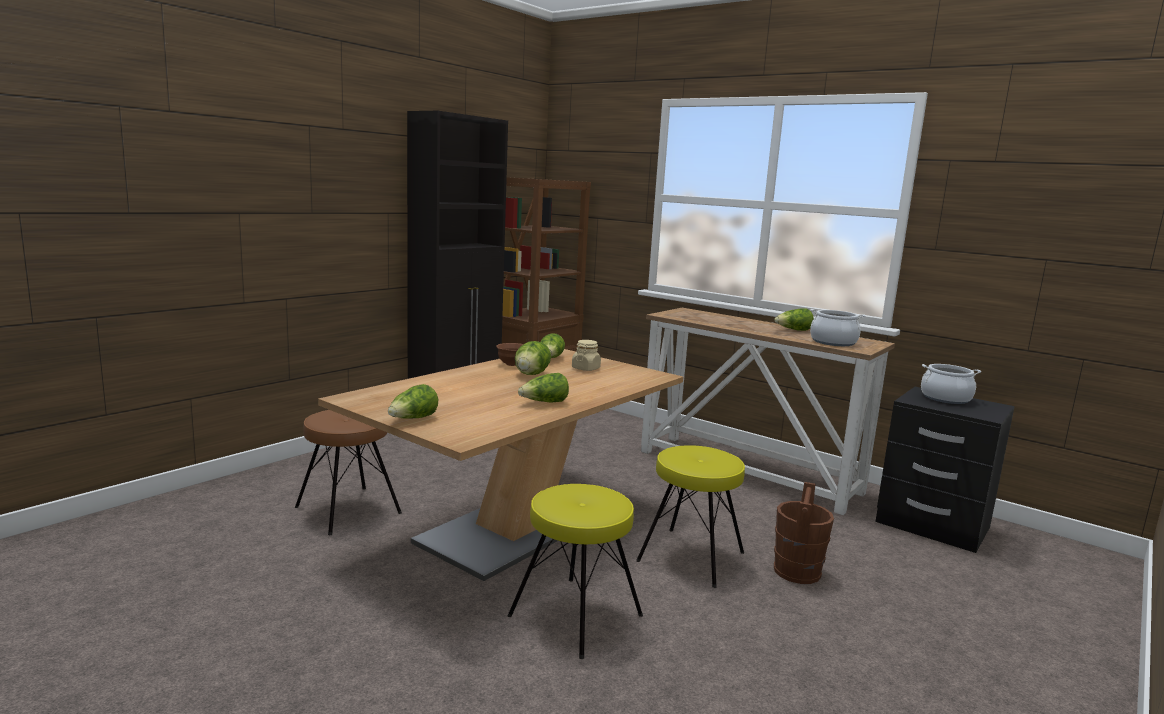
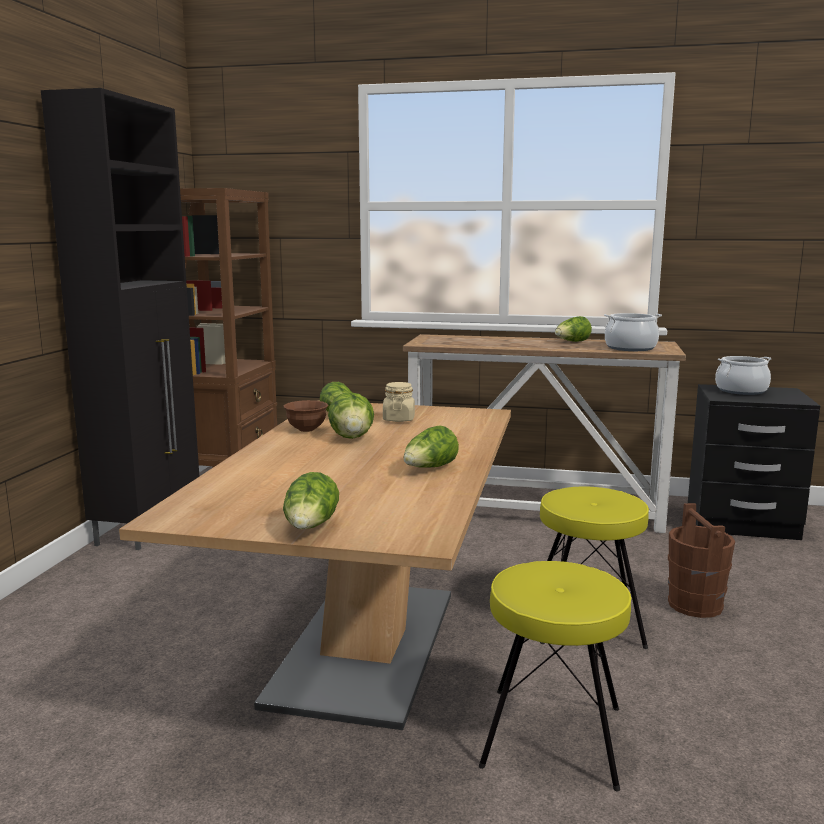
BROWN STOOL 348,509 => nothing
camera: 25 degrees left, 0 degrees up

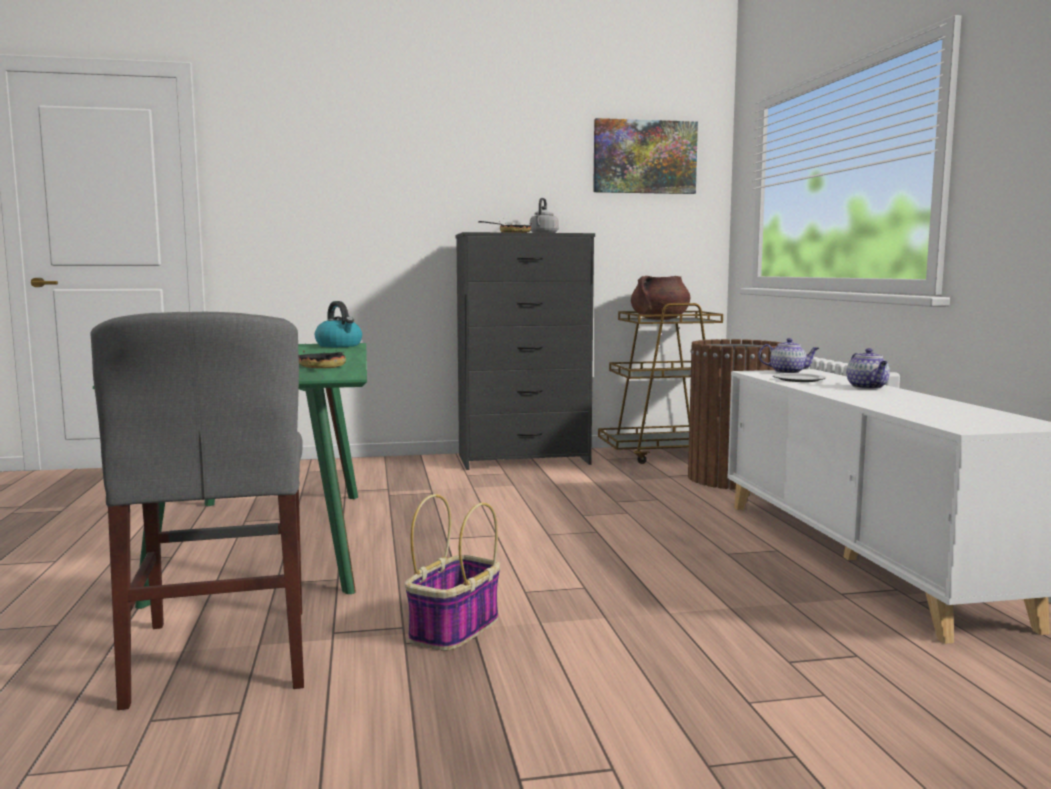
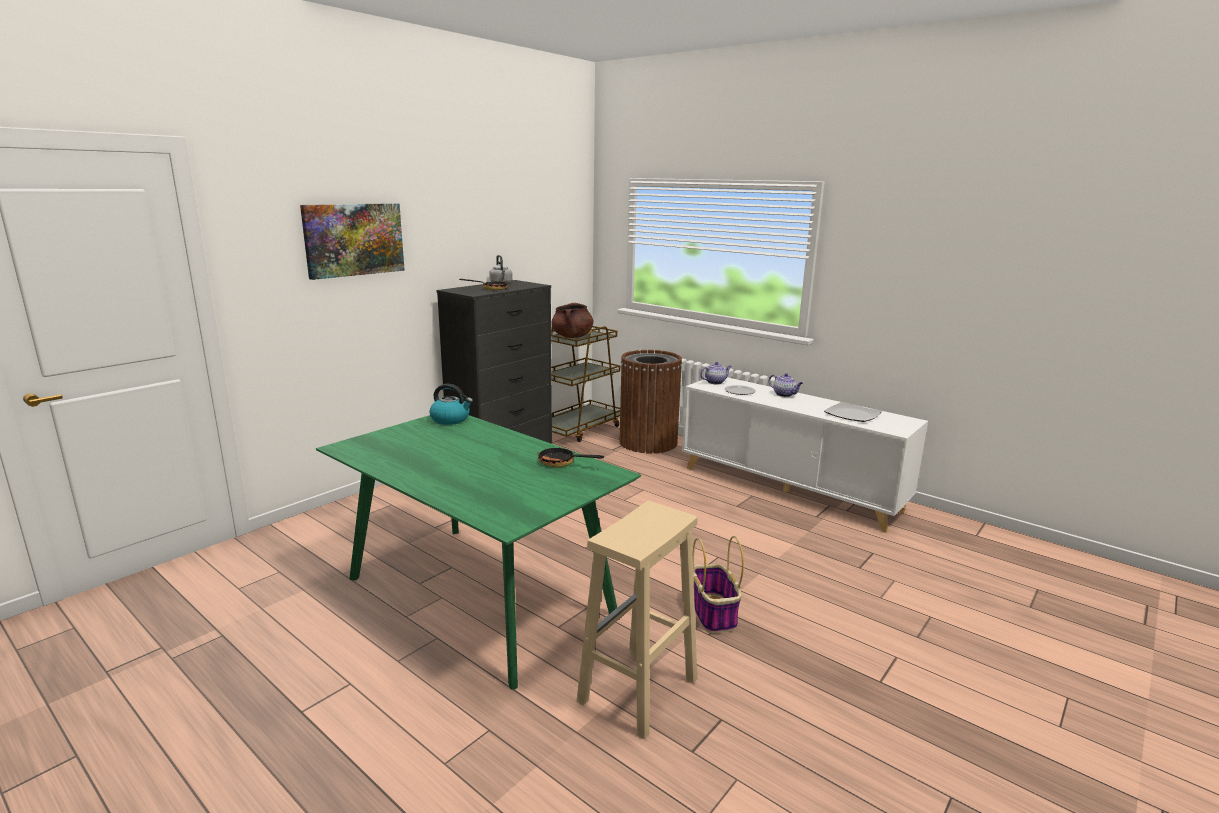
PICTURE 644,157 => PICTURE 354,239, move
GREY CHAIR 222,654 => BEIGE STOOL 637,691
nothing => PLATE 852,414
camera: 40 degrees left, 10 degrees up

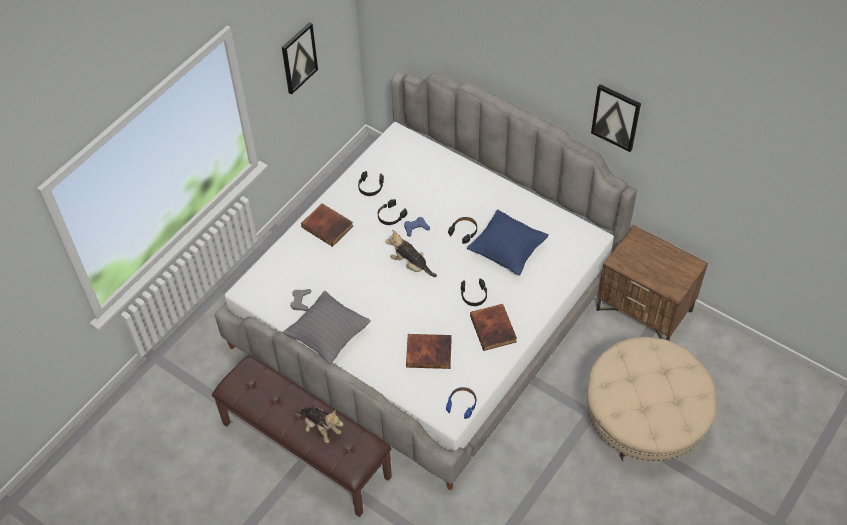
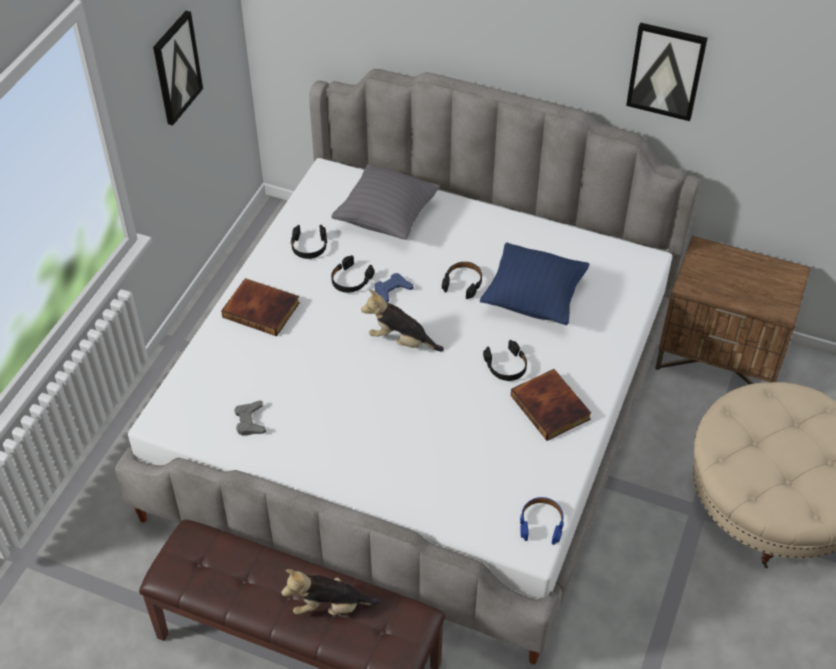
GREY PILLOW 328,336 => GREY PILLOW 386,218, move
BOOK 429,352 => nothing
PLUSH TOY 321,428 => PLUSH TOY 329,606, 150 degrees clockwise
camera: 15 degrees left, 5 degrees down

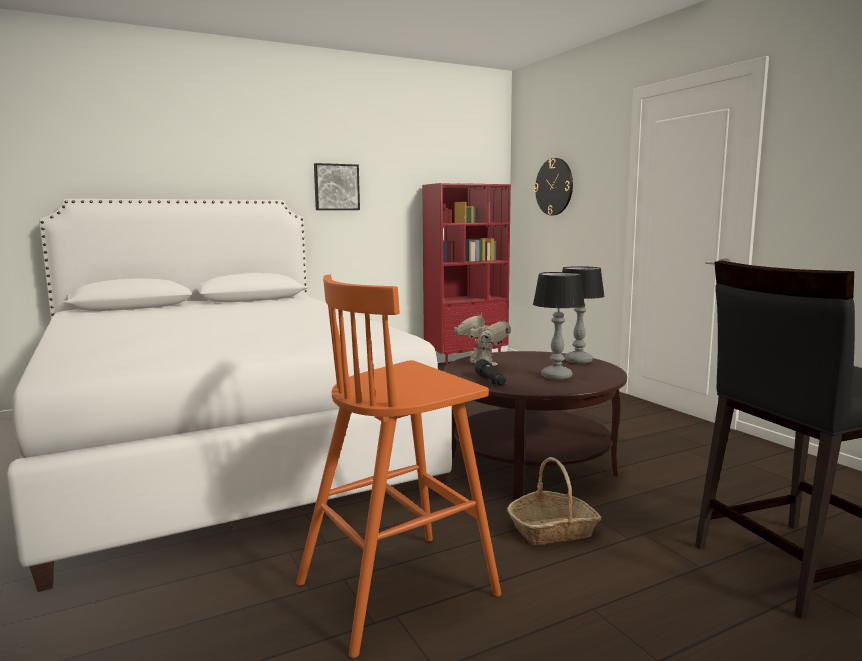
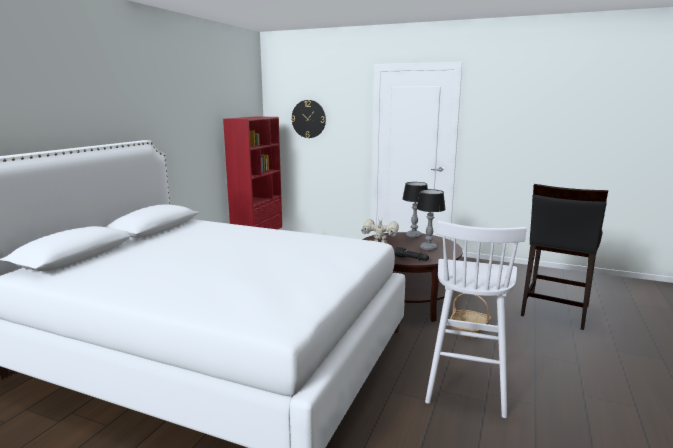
PICTURE 336,187 => nothing
ORANGE STOOL 400,588 => WHITE STOOL 466,382
camera: 40 degrees left, 5 degrees up

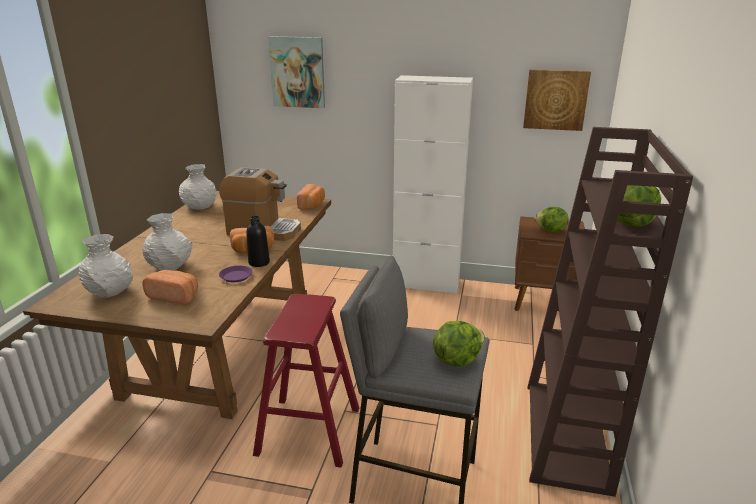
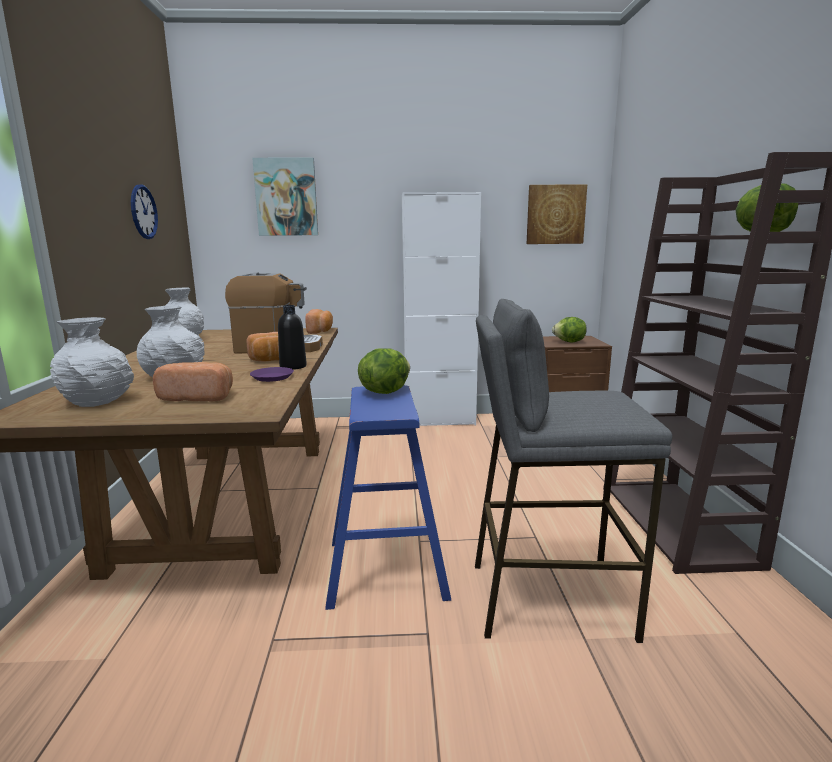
RED STOOL 308,431 => BLUE STOOL 386,569
LETTUCE 456,359 => LETTUCE 384,391, move
nothing => WALL CLOCK 143,212
camera: 15 degrees left, 10 degrees down

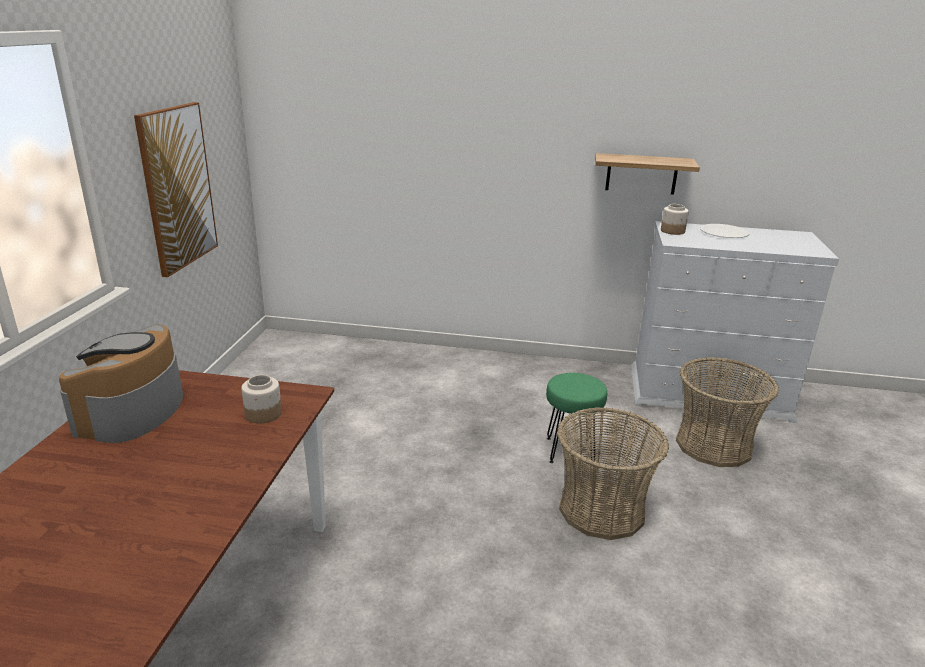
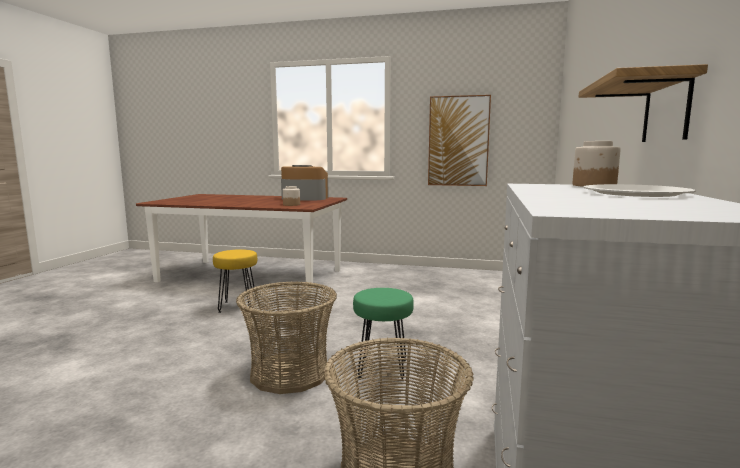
nothing => YELLOW STOOL 237,306
camera: 95 degrees right, 15 degrees down

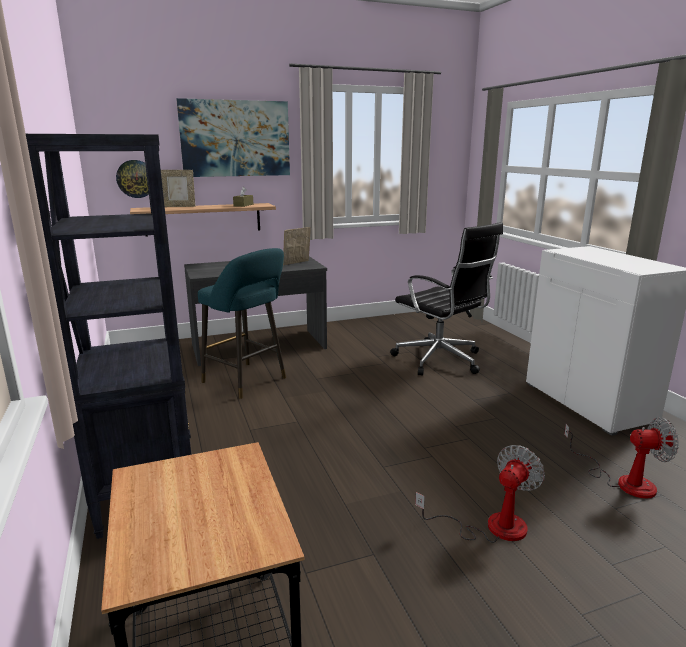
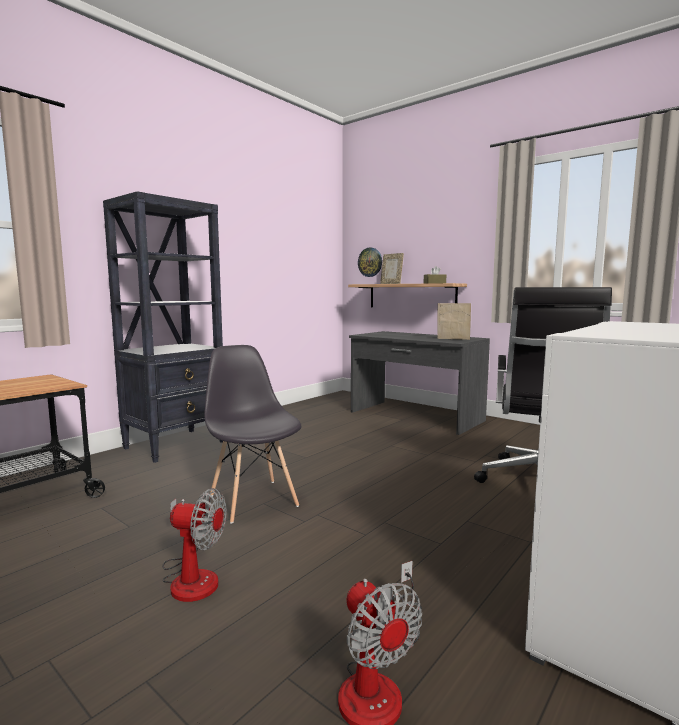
PICTURE 235,138 => nothing
TURQUOISE STOOL 247,381 => nothing
nothing => GREY CHAIR 253,500
camera: 60 degrees right, 10 degrees down

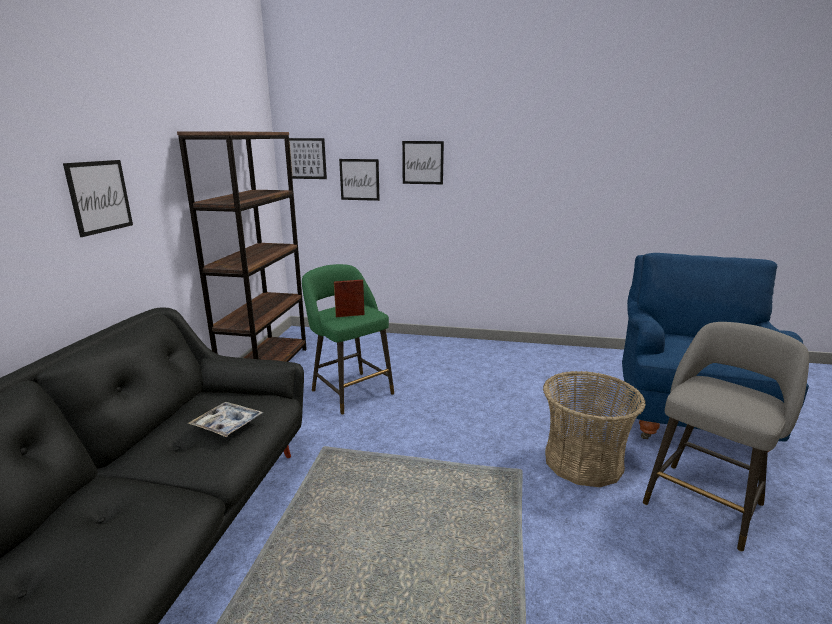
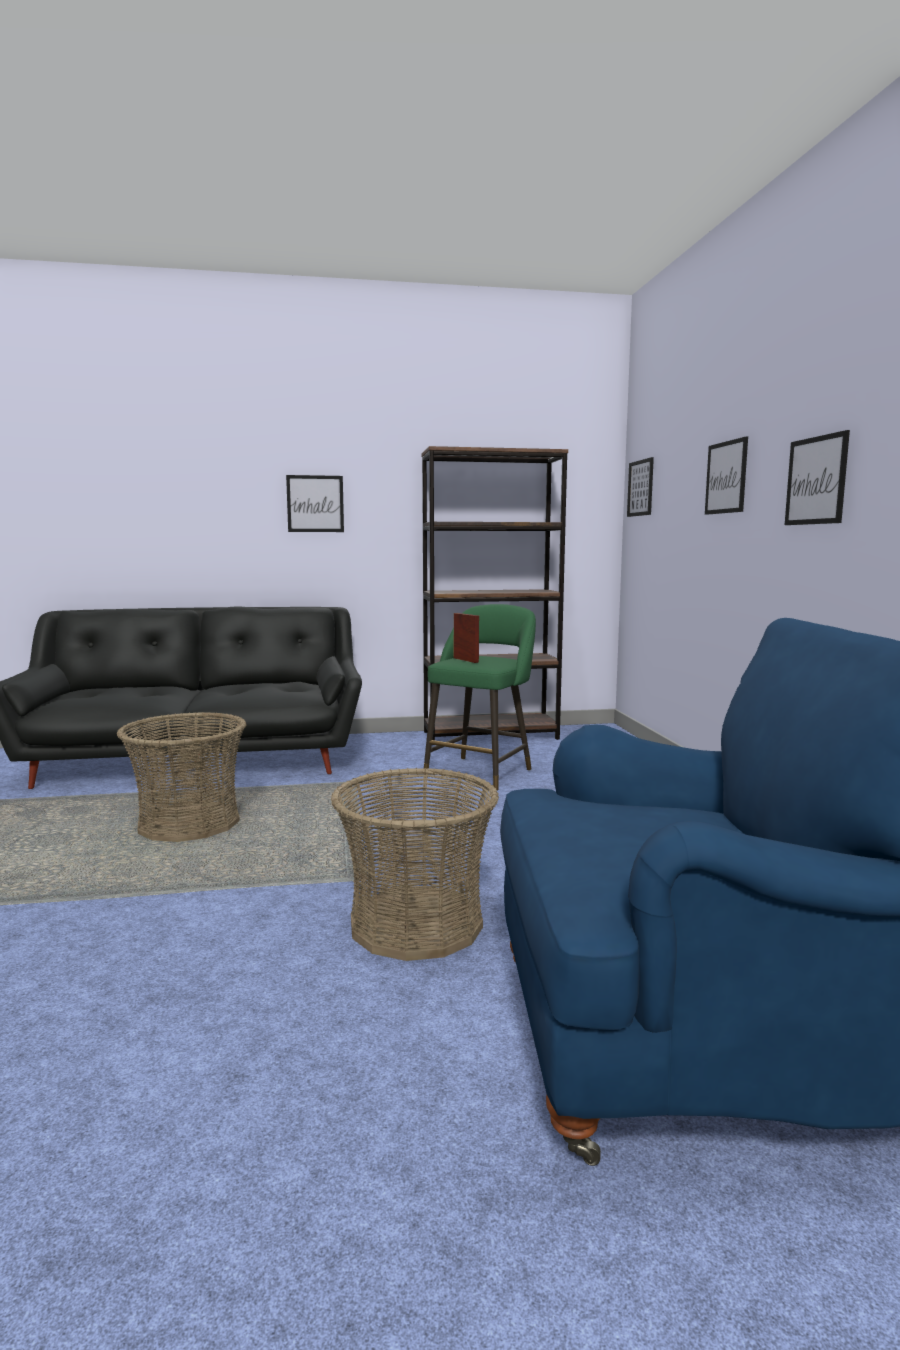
PICTURE 359,179 => PICTURE 816,480, move
GREY STOOL 705,501 => nothing
TRAY 227,424 => nothing
nothing => BASKET 189,824
camera: 70 degrees right, 10 degrees down

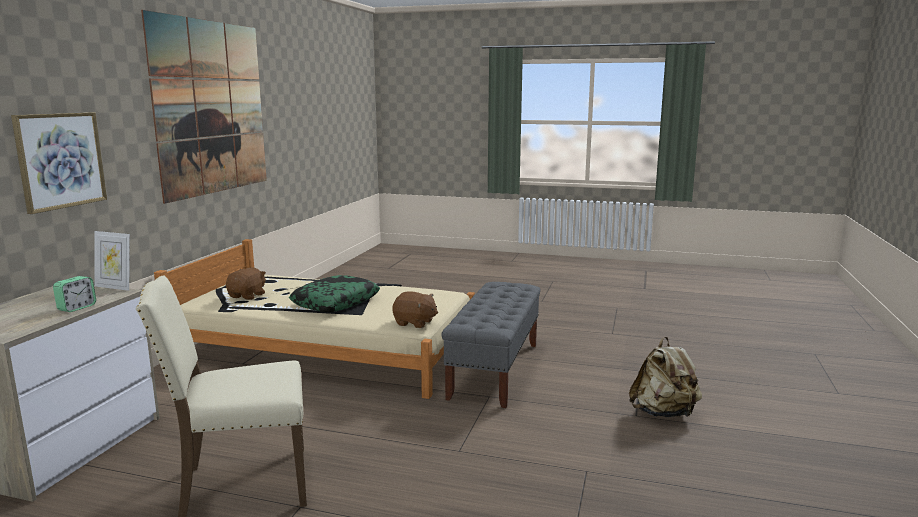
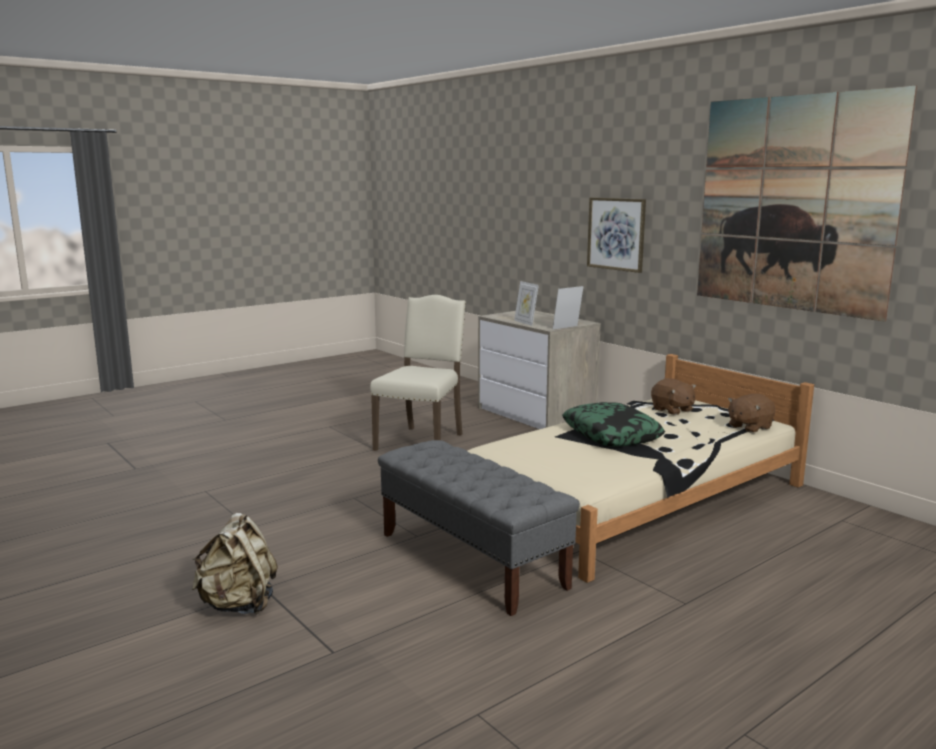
ALARM CLOCK 77,308 => PICTURE FRAME 525,322
BROWN PLUSH TOY 415,323 => BROWN PLUSH TOY 749,427, move
camera: 125 degrees right, 0 degrees up

